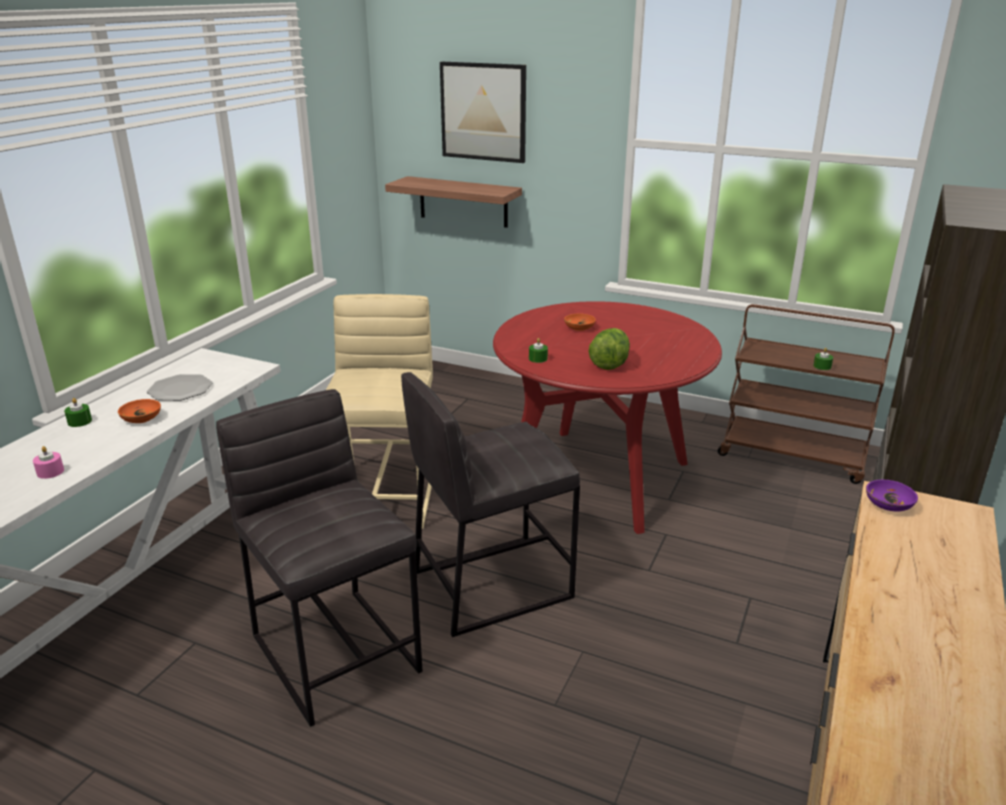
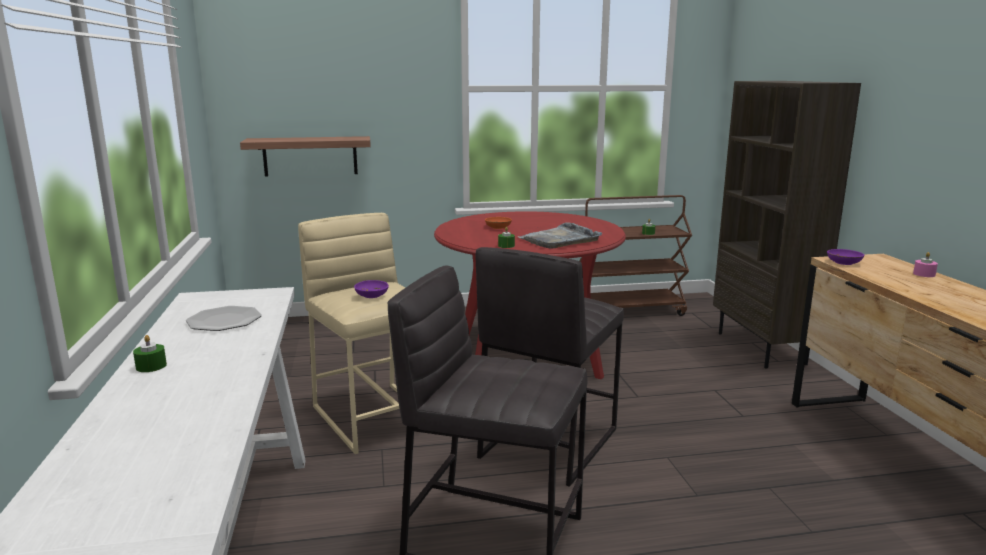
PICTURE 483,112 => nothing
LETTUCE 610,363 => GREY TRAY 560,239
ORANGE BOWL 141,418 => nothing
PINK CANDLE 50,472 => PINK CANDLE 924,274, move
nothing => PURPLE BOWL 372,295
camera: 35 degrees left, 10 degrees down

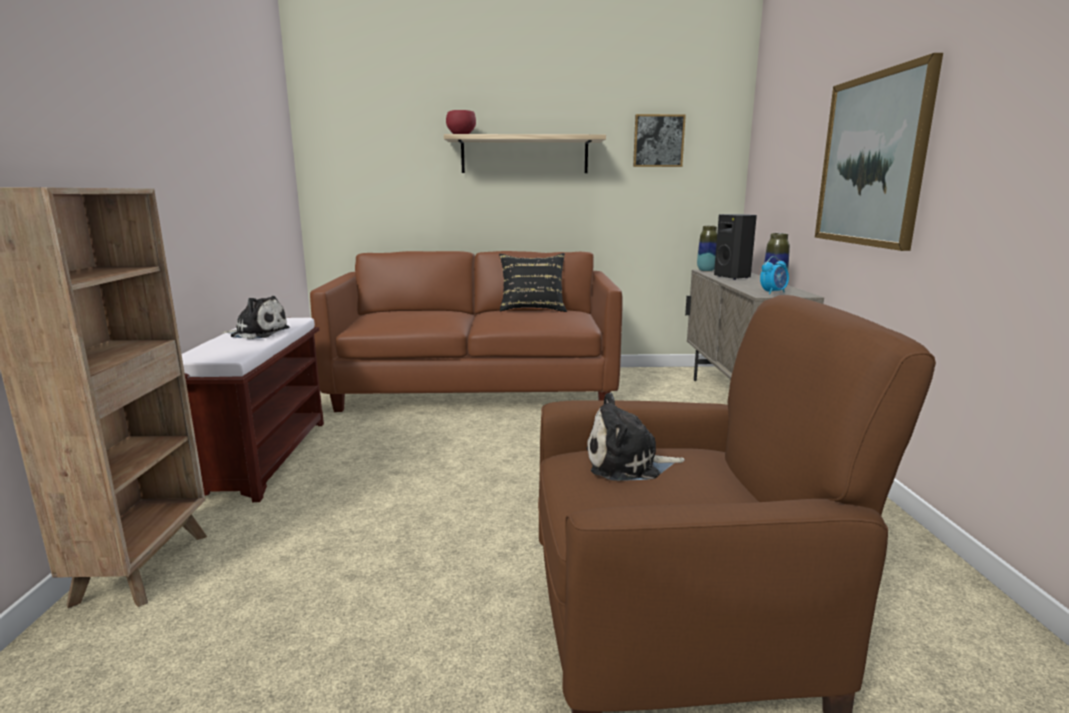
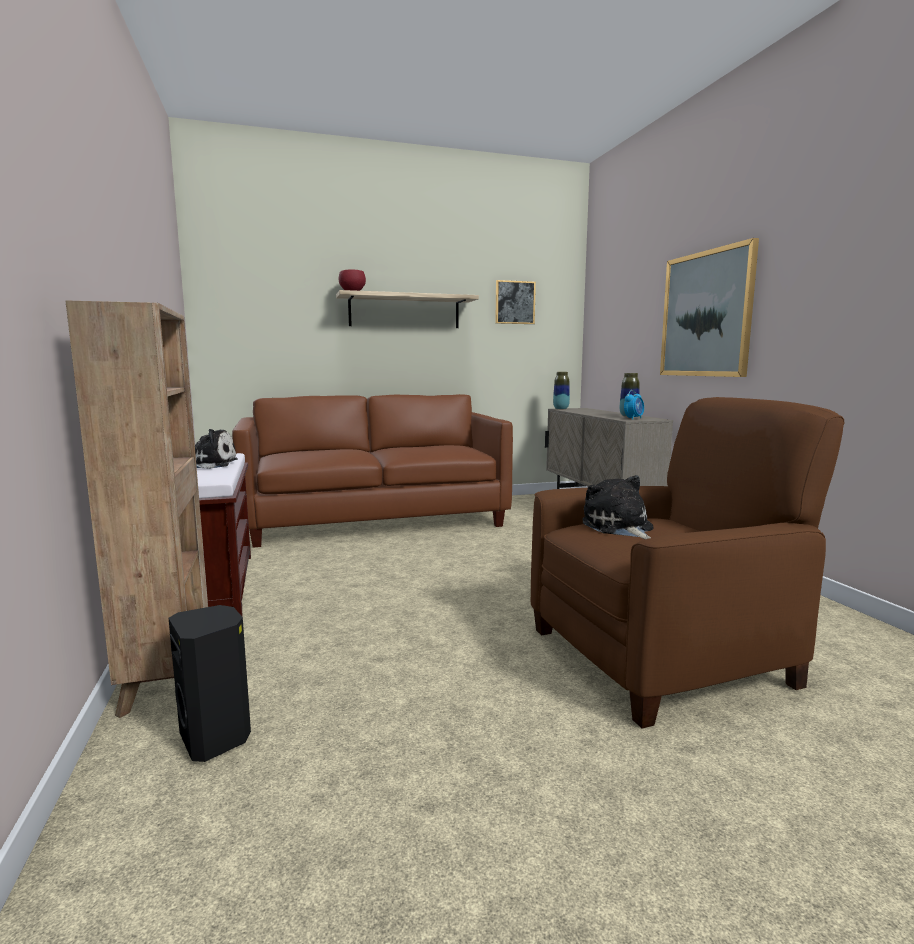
BLACK SPEAKER 733,277 => BLACK SPEAKER 217,738, move
BLACK PILLOW 532,309 => nothing
PLUSH TOY 627,464 => PLUSH TOY 619,527, 90 degrees clockwise
camera: 15 degrees left, 5 degrees down

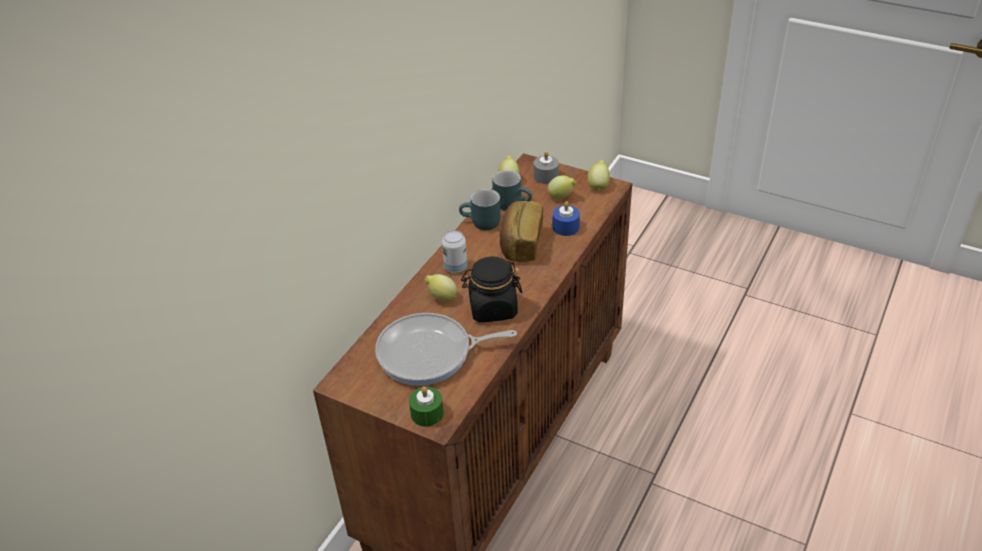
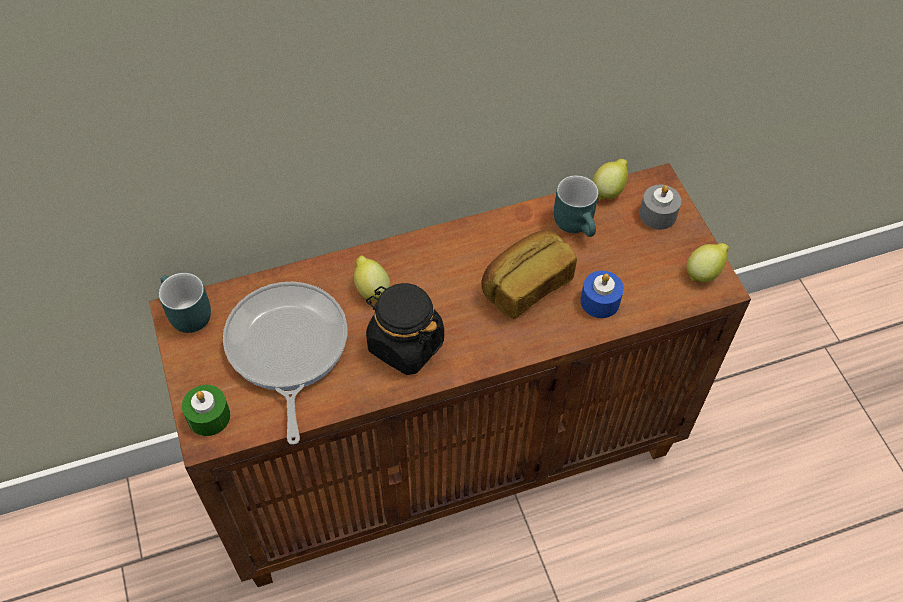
LEMON 561,197 => nothing
TURQUOISE MUG 481,224 => TURQUOISE MUG 184,314, move
CAN 455,267 => nothing
FRYING PAN 430,354 => FRYING PAN 286,349, 45 degrees clockwise
camera: 40 degrees right, 15 degrees up

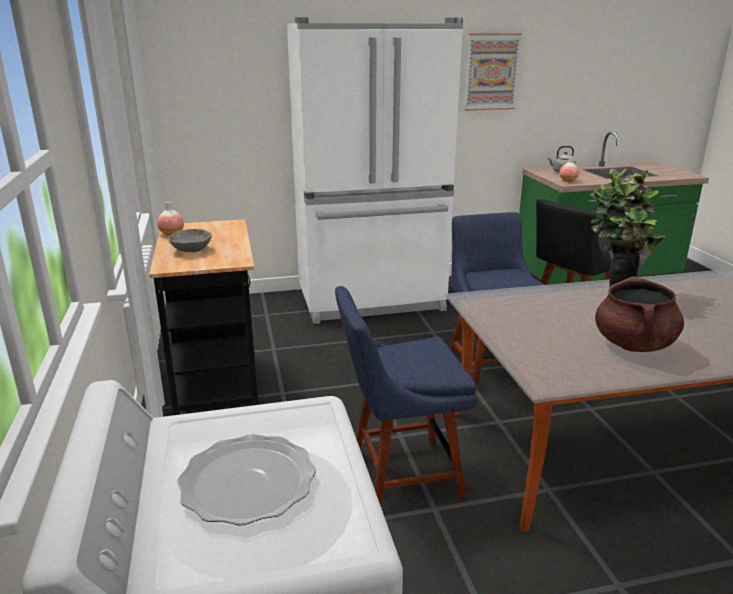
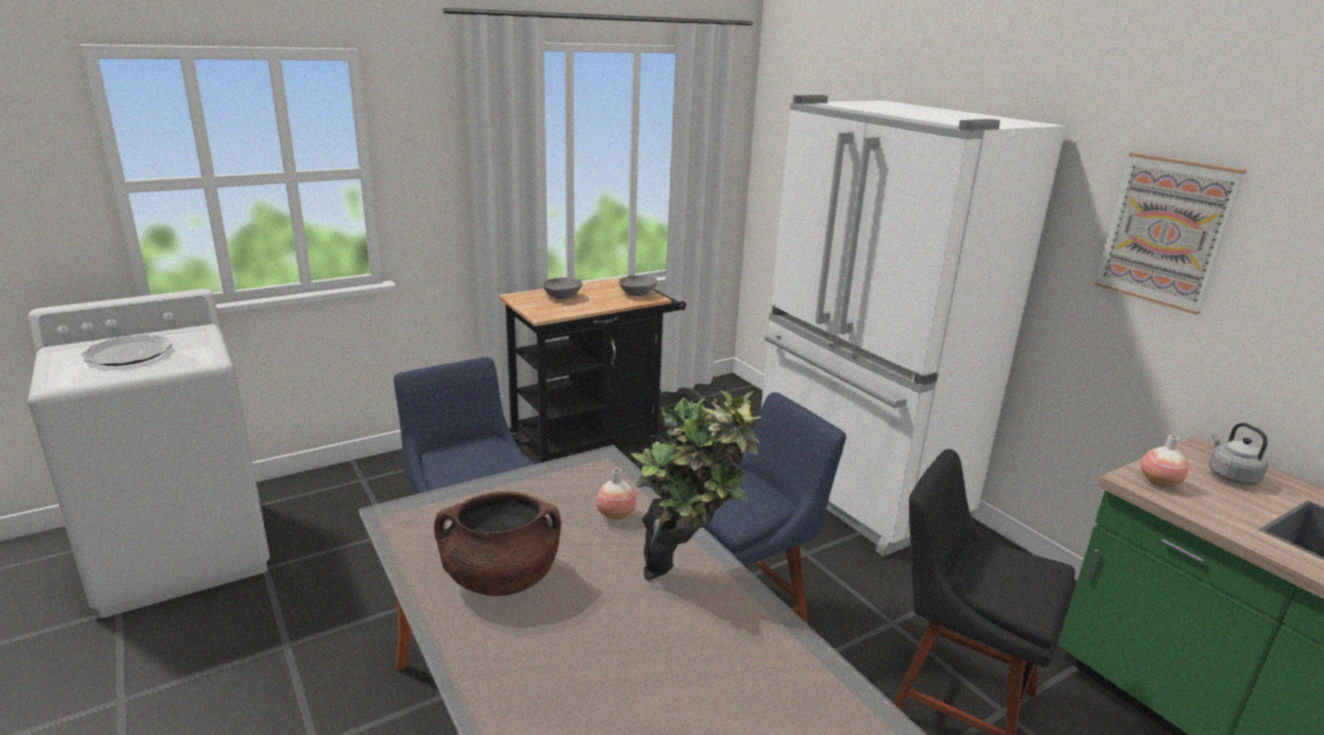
VASE 172,234 => VASE 615,514, move
nothing => GREY BOWL 638,294
camera: 70 degrees right, 0 degrees up

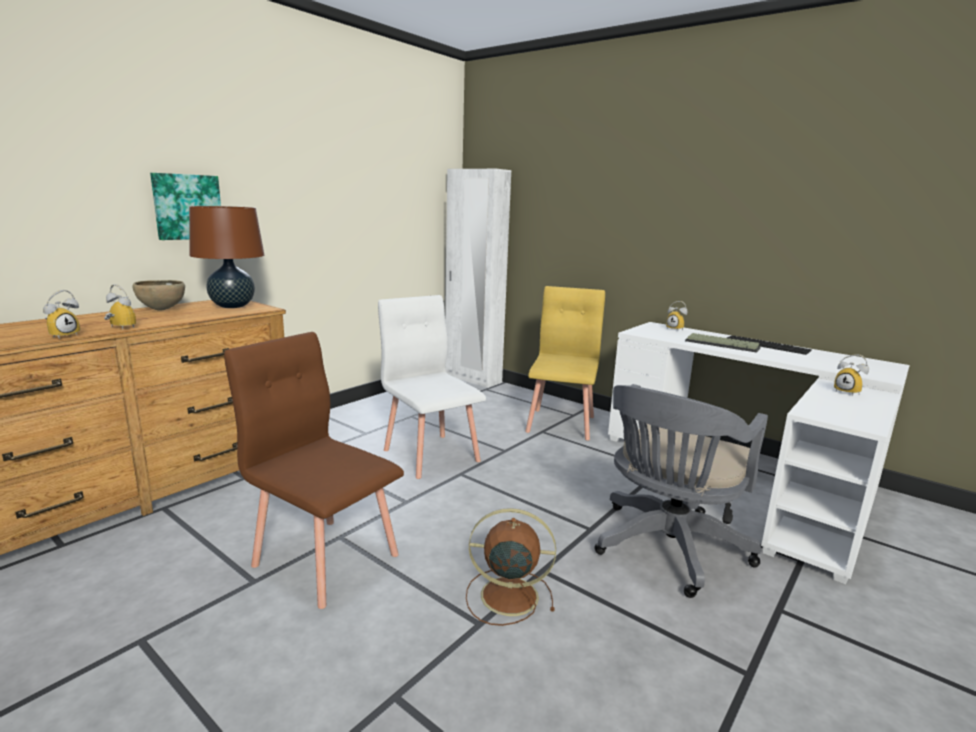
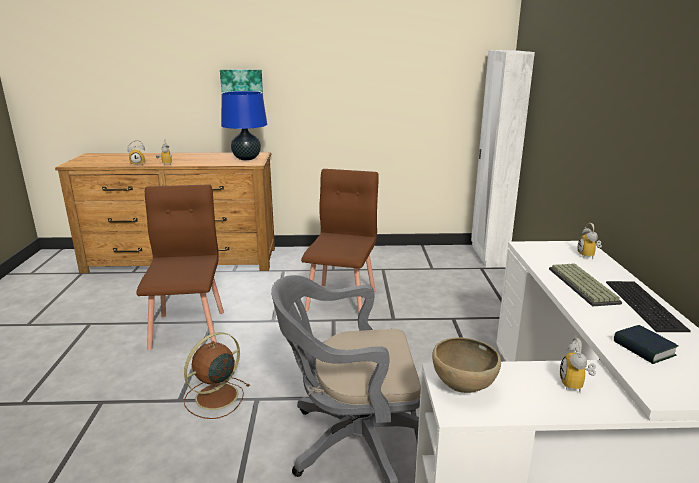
BROWN TABLE LAMP 232,306 => BLUE TABLE LAMP 246,158
BROWN BOWL 162,310 => BROWN BOWL 463,388, move
YELLOW CHAIR 561,424 => nothing
WHITE CHAIR 431,455 => BROWN CHAIR 342,300
BROWN FAN 506,595 => BROWN FAN 215,397, 105 degrees counterclockwise
nothing => BOOK 643,349
camera: 50 degrees right, 5 degrees up

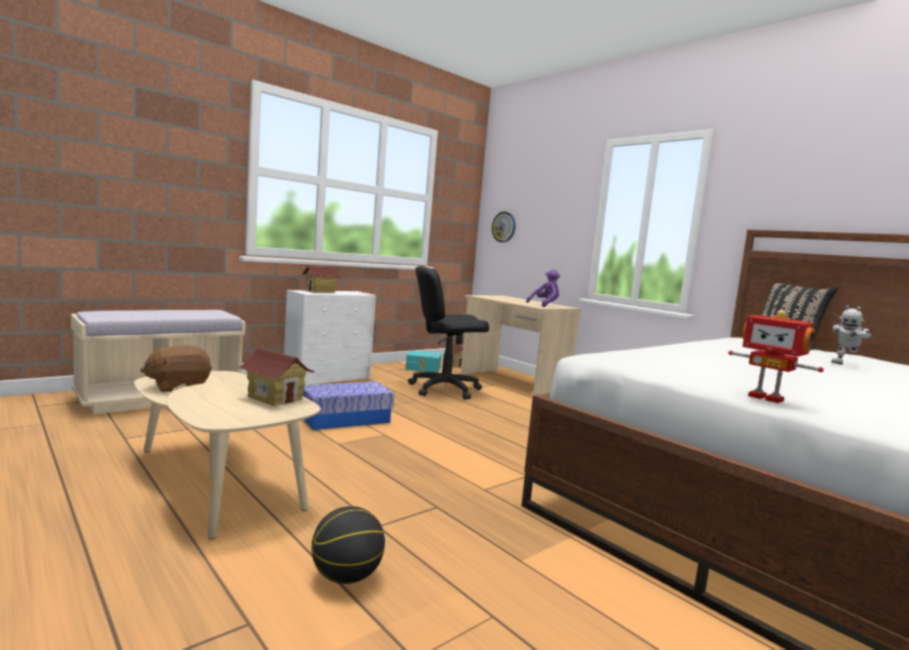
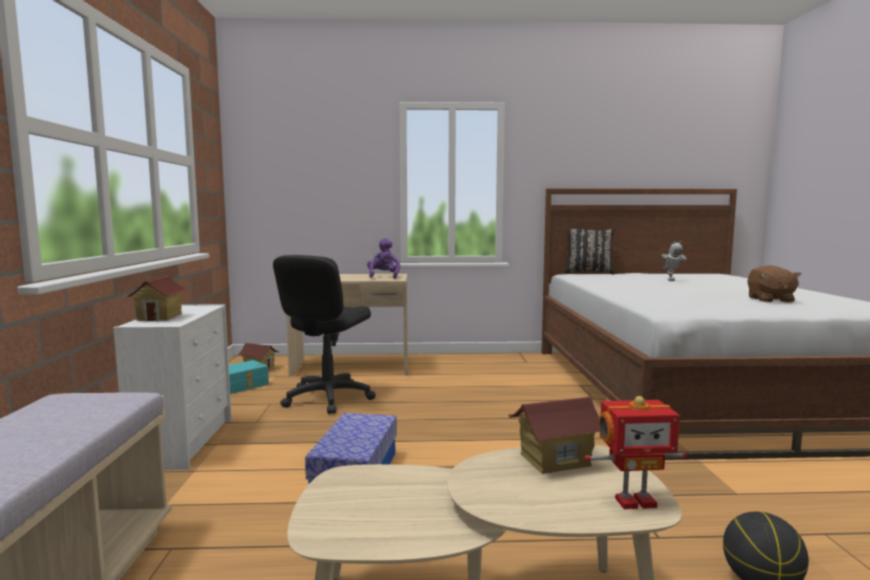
WALL CLOCK 504,227 => nothing
TOY ROBOT 766,398 => TOY ROBOT 634,501, move
BROWN PLUSH TOY 178,387 => BROWN PLUSH TOY 770,300, move
camera: 50 degrees left, 0 degrees up

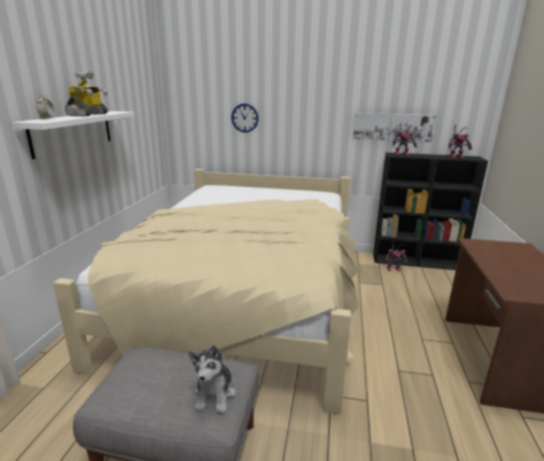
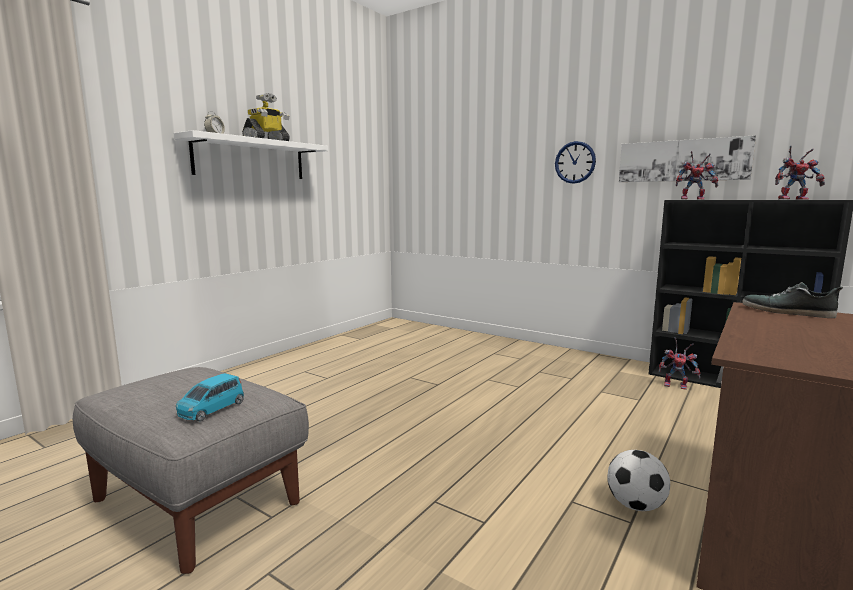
WALL CLOCK 245,118 => WALL CLOCK 575,162, move
BEIGE BED 246,296 => nothing
PLUSH TOY 215,394 => BLUE TOY CAR 211,409
nothing => SHOE 787,312
nothing => FOOTBALL 636,505
camera: 25 degrees right, 10 degrees down

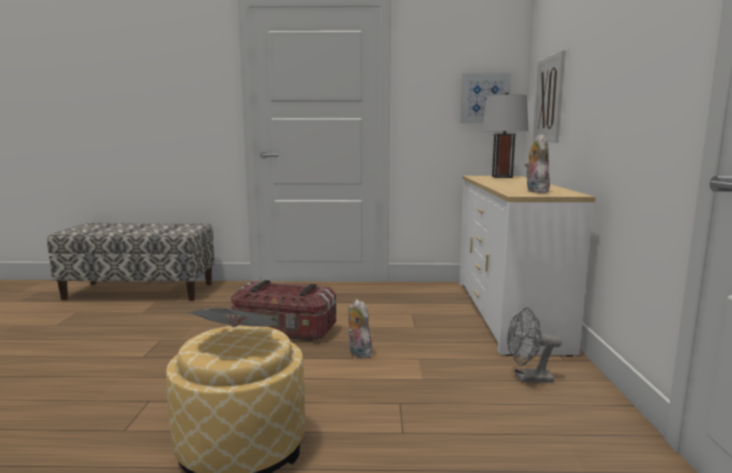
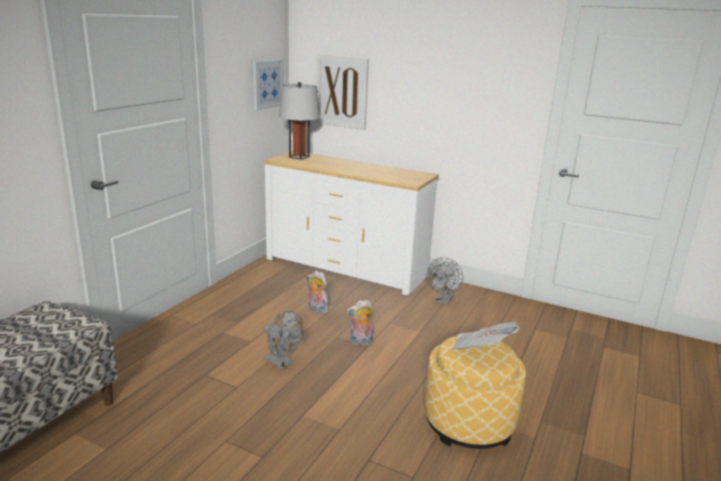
PLUSH TOY 535,191 => PLUSH TOY 316,309, move
STORAGE BOX 284,331 => GREY FAN 282,363
camera: 65 degrees left, 10 degrees up

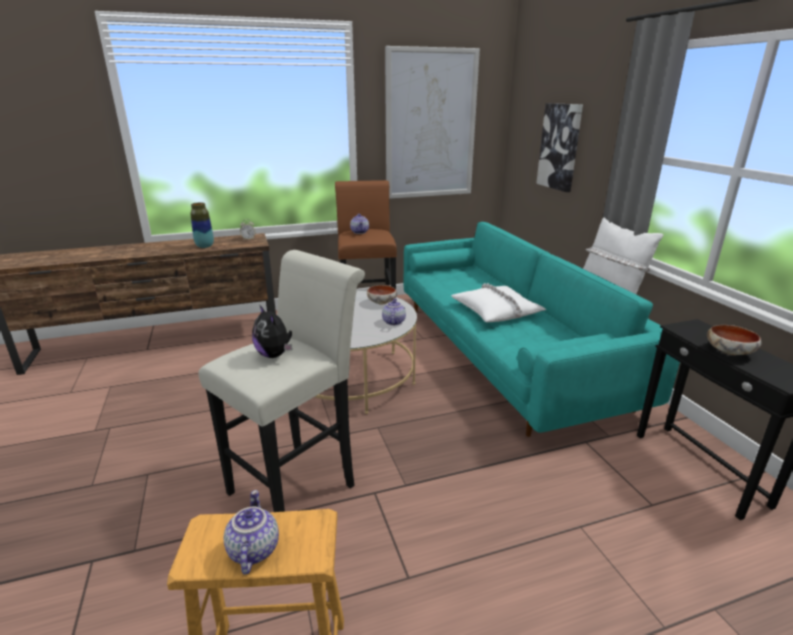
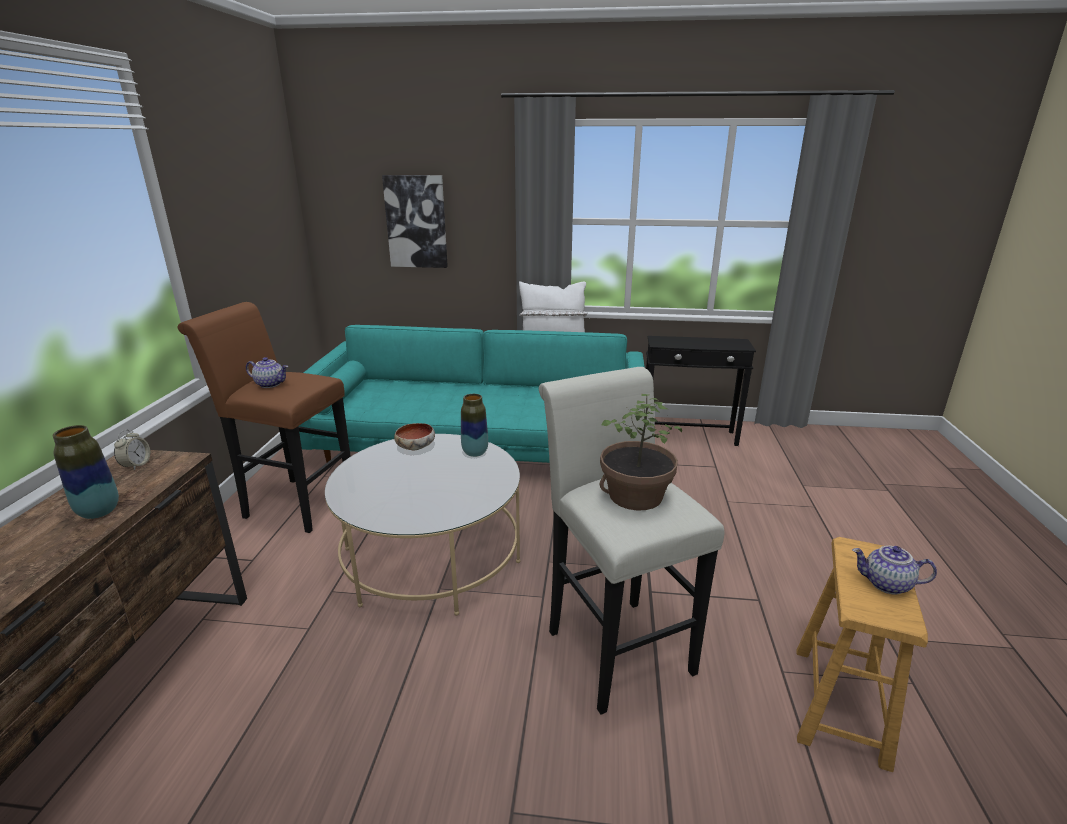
PICTURE 430,125 => nothing
WHITE PILLOW 496,311 => nothing
TEAPOT 393,322 => VASE 475,453
PLUSH TOY 275,355 => POTTED PLANT 635,495
BOWL 730,352 => nothing
camera: 65 degrees left, 0 degrees up

